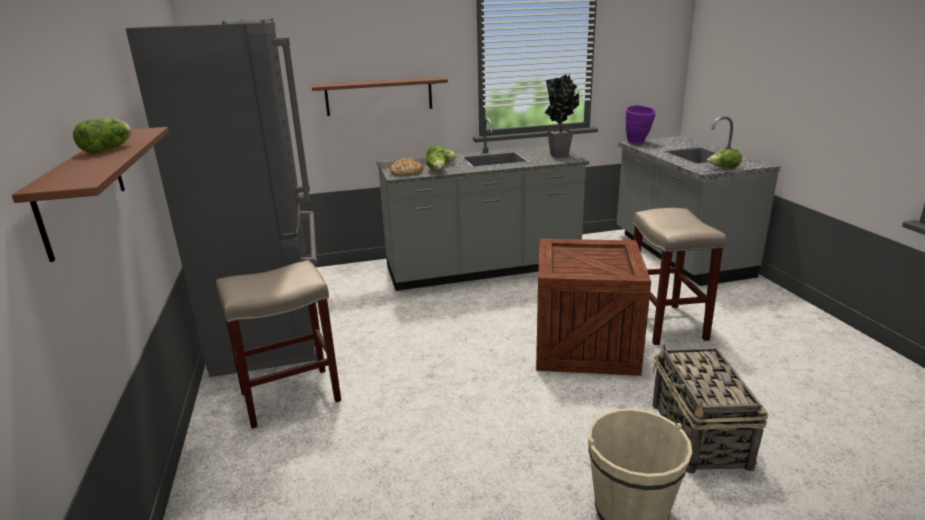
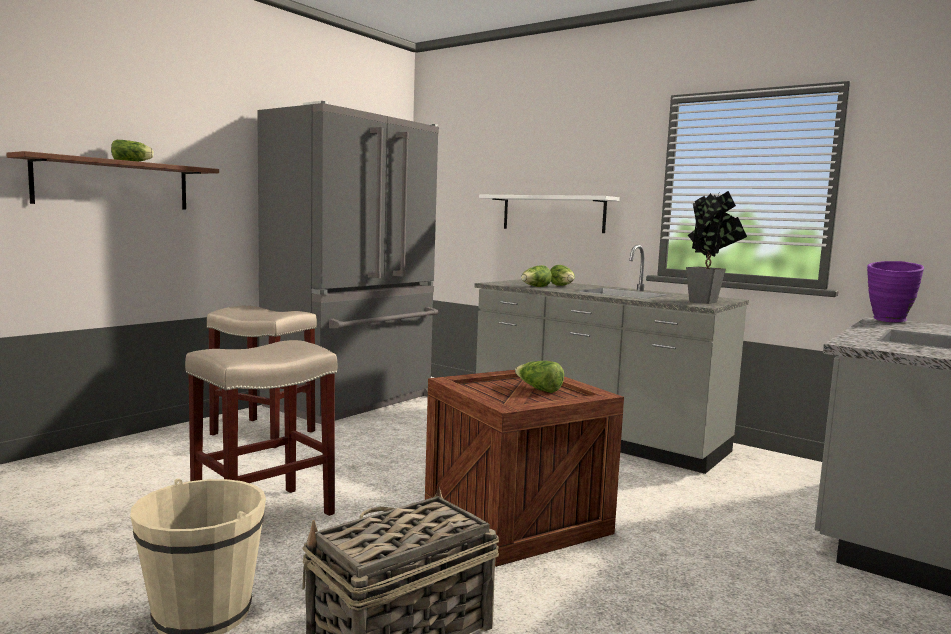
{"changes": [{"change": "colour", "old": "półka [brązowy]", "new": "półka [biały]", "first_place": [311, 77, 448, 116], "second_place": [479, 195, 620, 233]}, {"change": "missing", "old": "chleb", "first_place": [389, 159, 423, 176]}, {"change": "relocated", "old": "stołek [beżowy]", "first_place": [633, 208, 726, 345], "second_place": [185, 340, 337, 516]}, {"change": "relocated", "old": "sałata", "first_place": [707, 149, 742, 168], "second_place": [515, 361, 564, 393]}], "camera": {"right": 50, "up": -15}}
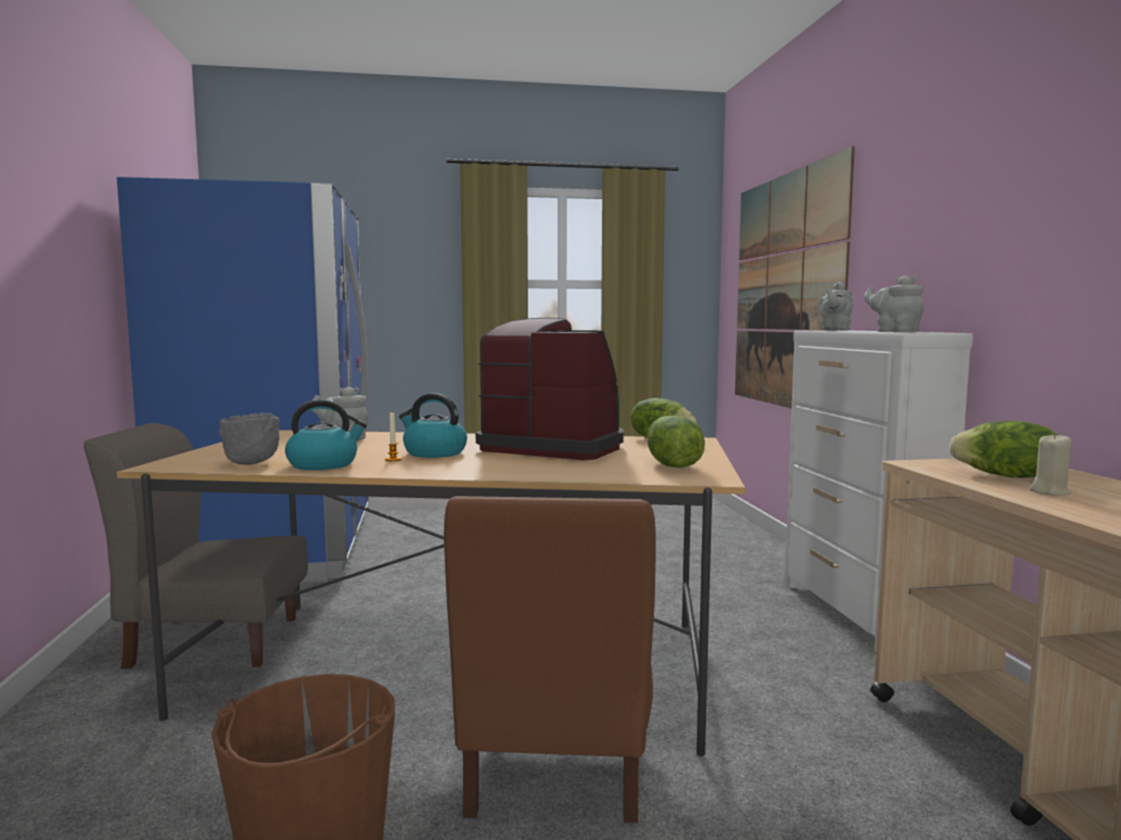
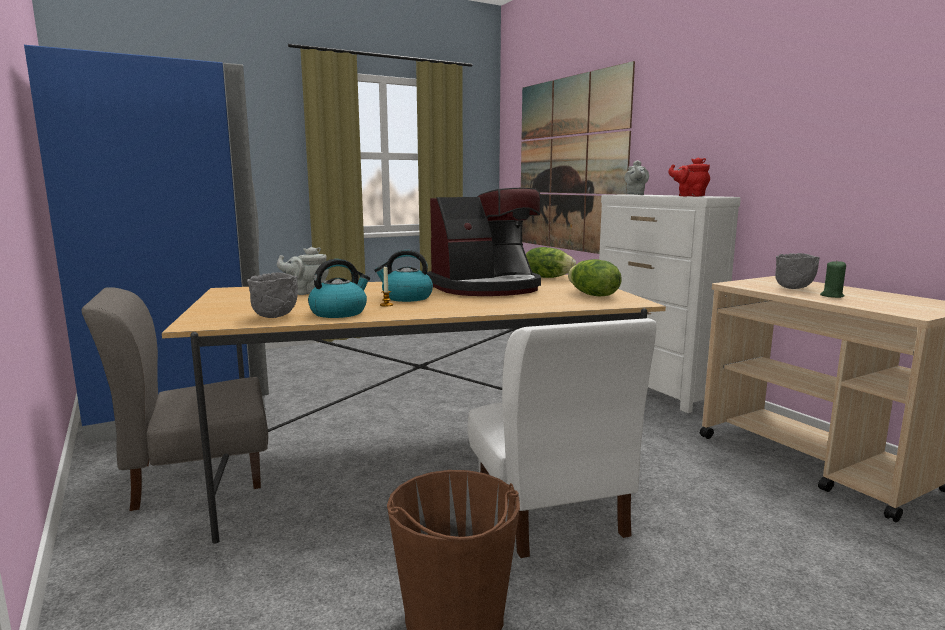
{"changes": [{"change": "colour", "old": "krzesło [brązowy]", "new": "krzesło [biały]", "first_place": [444, 496, 656, 823], "second_place": [467, 318, 656, 558]}, {"change": "spun", "old": "ekspres do kawy", "first_place": [476, 318, 624, 460], "second_place": [427, 188, 541, 296], "degrees": 150}, {"change": "colour", "old": "imbryk [szary]", "new": "imbryk [czerwony]", "first_place": [864, 275, 924, 332], "second_place": [668, 158, 710, 196]}, {"change": "exchanged", "old": "sałata", "new": "miska [szary]", "first_place": [949, 421, 1057, 478], "second_place": [775, 253, 820, 289]}, {"change": "colour", "old": "świeca [beżowy]", "new": "świeca [zielony]", "first_place": [1029, 433, 1072, 496], "second_place": [820, 260, 846, 298]}], "camera": {"right": -20, "up": 5}}
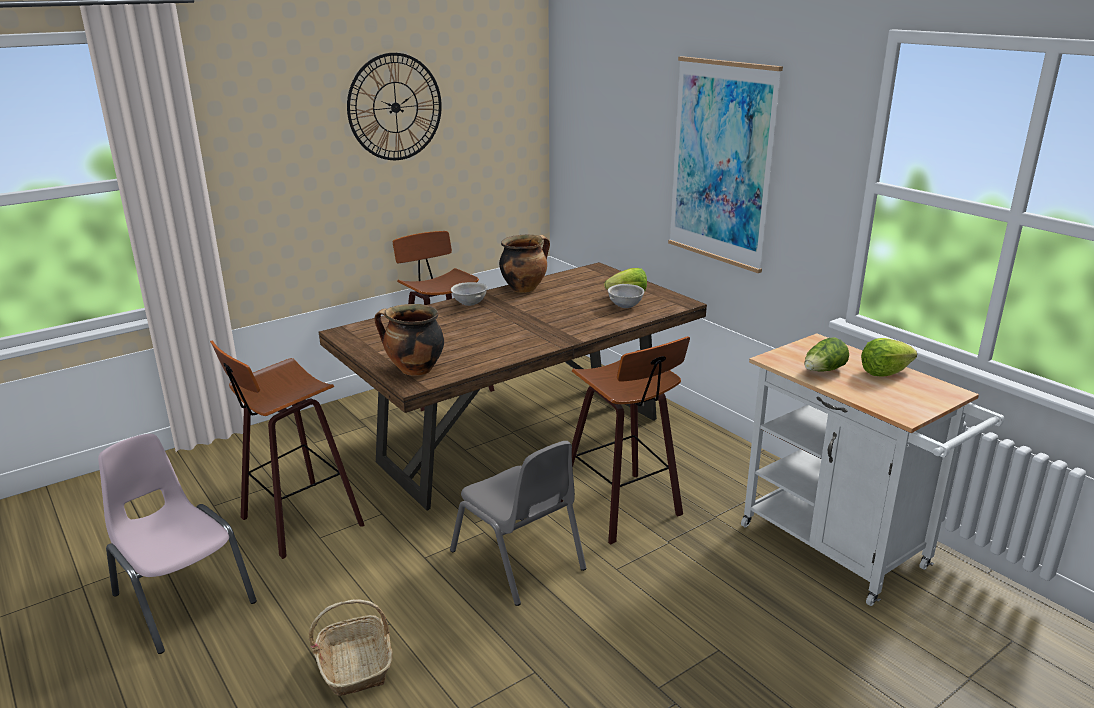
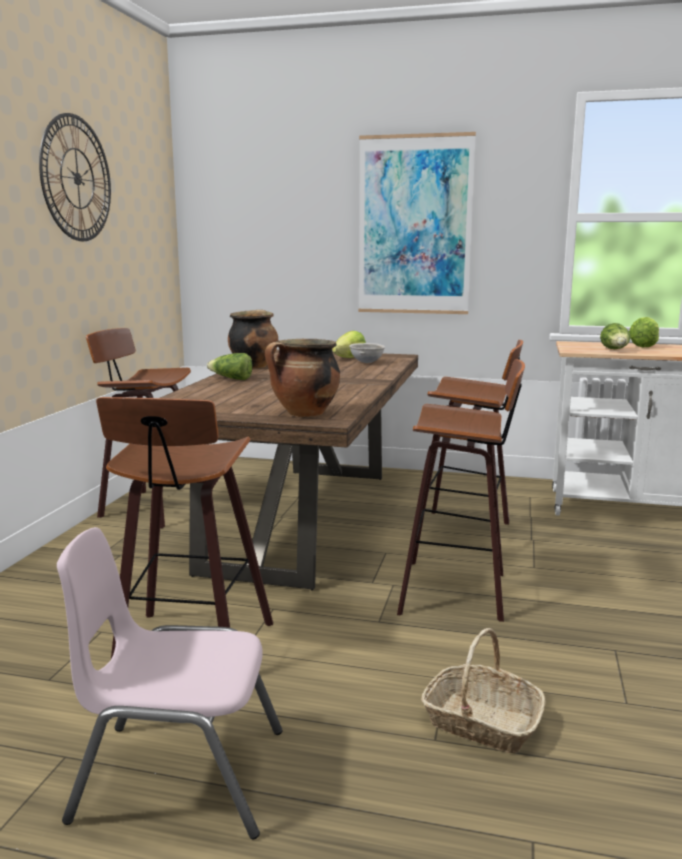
{"changes": [{"change": "exchanged", "old": "krzesło [szary]", "new": "stołek", "first_place": [450, 441, 586, 606], "second_place": [397, 359, 525, 622]}, {"change": "exchanged", "old": "miska [szary]", "new": "sałata", "first_place": [451, 282, 487, 306], "second_place": [207, 353, 252, 380]}], "camera": {"right": -40, "up": -10}}
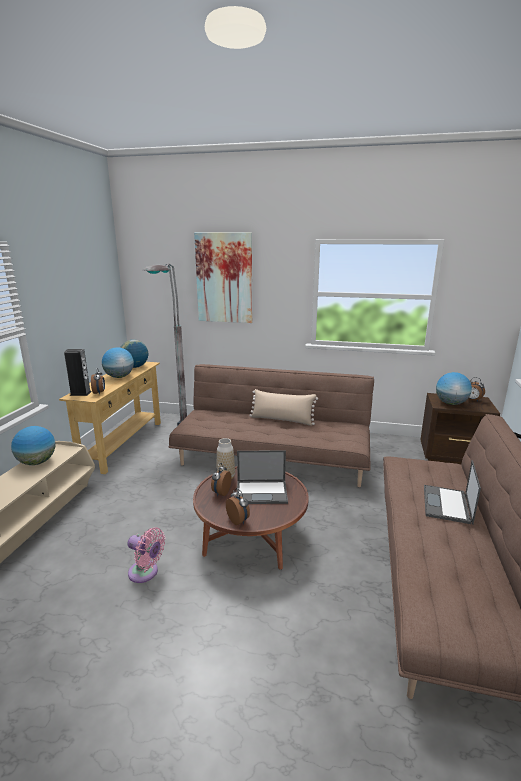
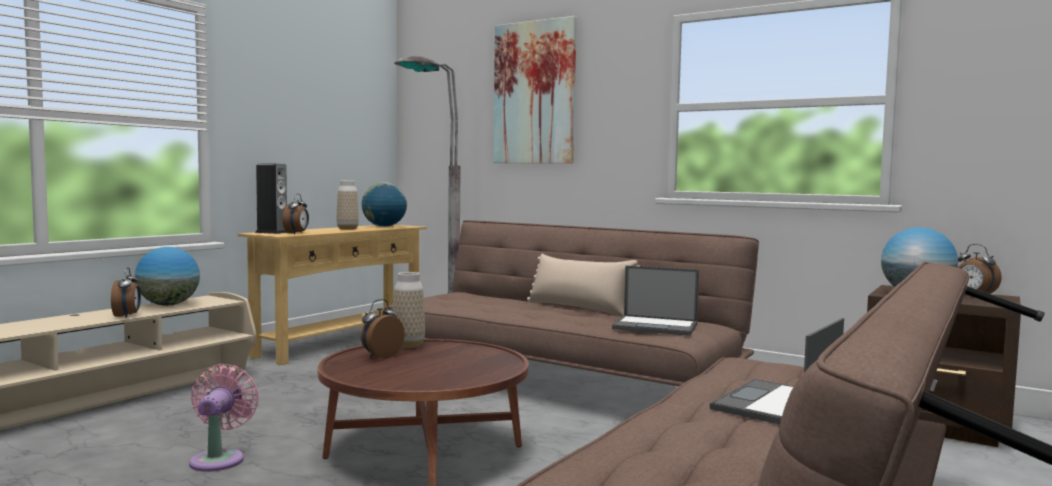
{"changes": [{"change": "exchanged", "old": "globus", "new": "wazon", "first_place": [102, 347, 134, 378], "second_place": [337, 181, 359, 230]}, {"change": "spun", "old": "wentylator [różowy]", "first_place": [127, 527, 165, 583], "second_place": [189, 364, 259, 472], "degrees": -135}, {"change": "relocated", "old": "budzik", "first_place": [226, 488, 250, 525], "second_place": [111, 267, 141, 318]}, {"change": "relocated", "old": "laptop", "first_place": [237, 450, 288, 504], "second_place": [612, 266, 699, 336]}], "camera": {"right": 20, "up": -15}}
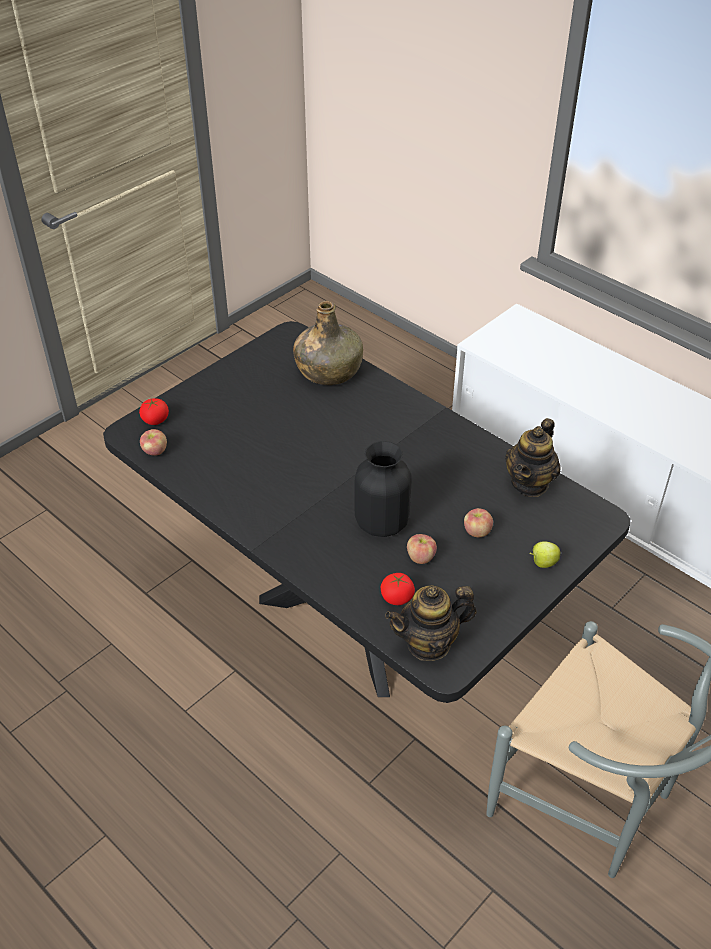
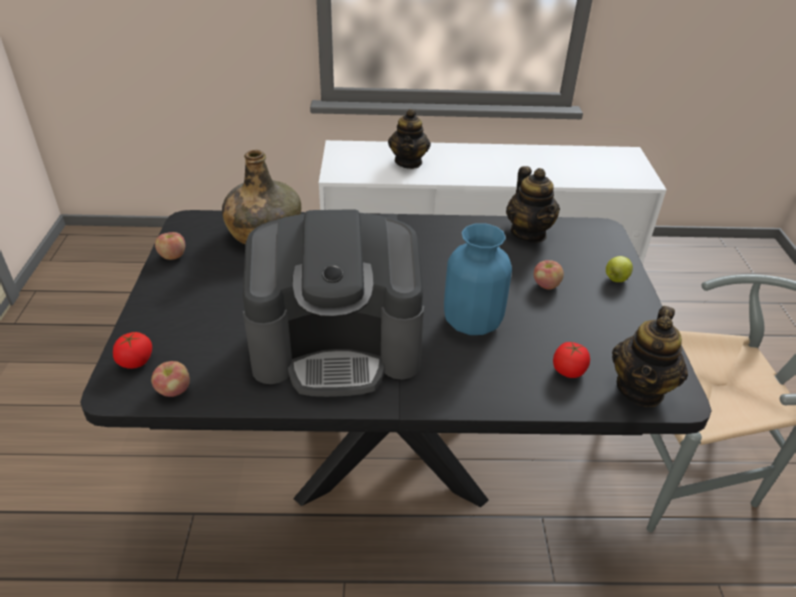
{"changes": [{"change": "colour", "old": "wazon [czarny]", "new": "wazon [niebieski]", "first_place": [354, 441, 412, 537], "second_place": [444, 223, 512, 335]}, {"change": "relocated", "old": "jabłko", "first_place": [407, 534, 437, 564], "second_place": [155, 232, 185, 260]}, {"change": "appeared", "new": "ekspres do kawy", "second_place": [243, 209, 424, 397]}, {"change": "appeared", "new": "imbryk", "second_place": [388, 109, 431, 169]}], "camera": {"right": -45, "up": -5}}
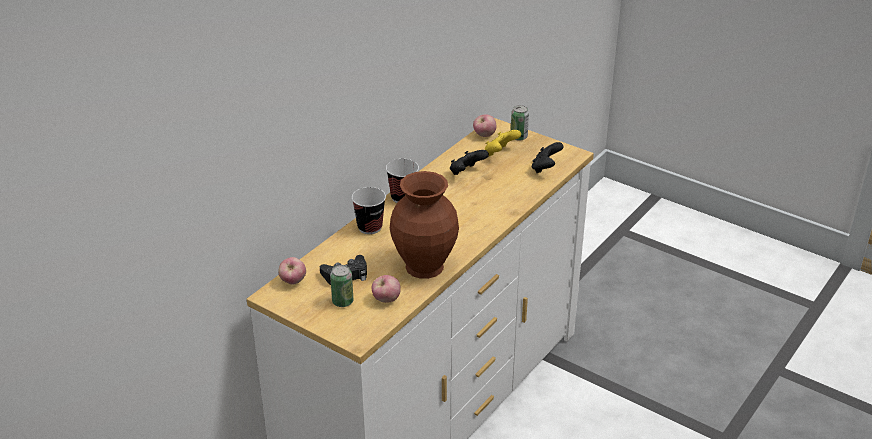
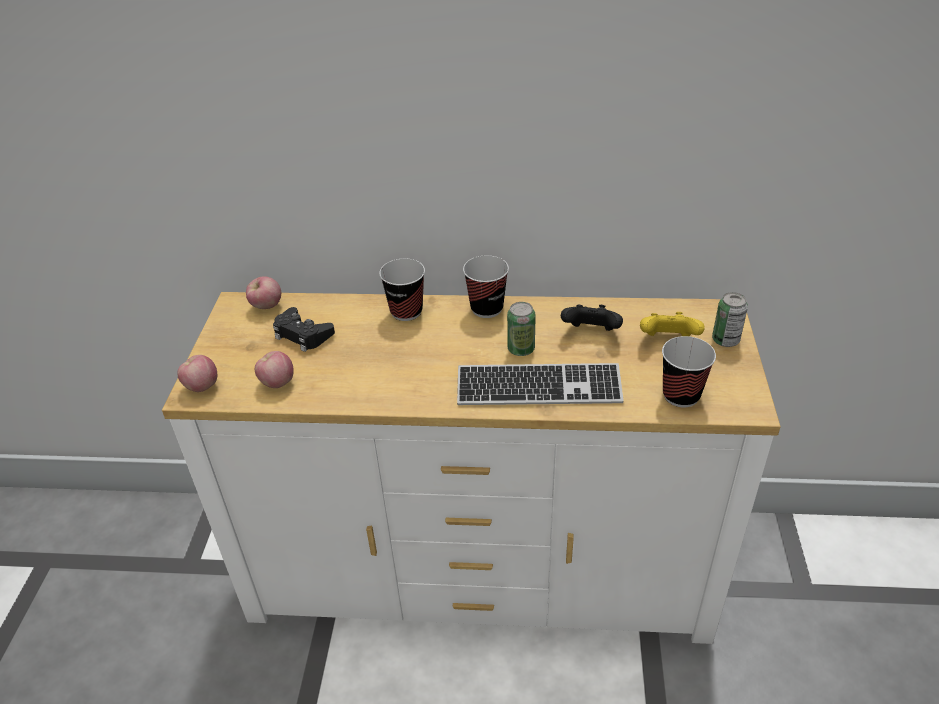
{"changes": [{"change": "relocated", "old": "puszka", "first_place": [330, 265, 353, 307], "second_place": [507, 302, 536, 356]}, {"change": "missing", "old": "wazon [brązowy]", "first_place": [390, 171, 459, 279]}, {"change": "relocated", "old": "jabłko", "first_place": [473, 114, 496, 137], "second_place": [178, 355, 217, 392]}, {"change": "exchanged", "old": "pad do gier [czarny]", "new": "filiżanka", "first_place": [532, 142, 564, 173], "second_place": [662, 336, 716, 408]}, {"change": "appeared", "new": "klawiatura", "second_place": [457, 363, 624, 405]}], "camera": {"right": 60, "up": 5}}
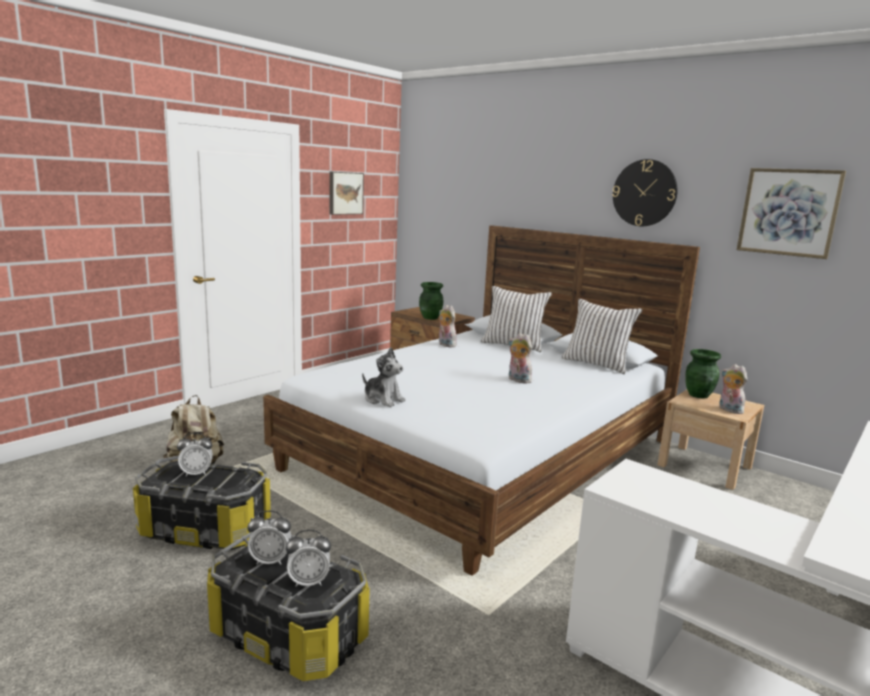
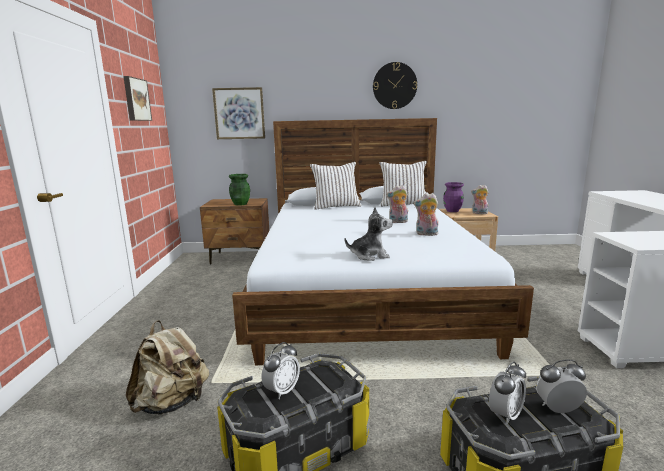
{"changes": [{"change": "spun", "old": "budzik", "first_place": [286, 530, 331, 587], "second_place": [536, 360, 587, 414], "degrees": -135}, {"change": "relocated", "old": "pluszak", "first_place": [439, 305, 458, 347], "second_place": [414, 193, 439, 236]}, {"change": "colour", "old": "wazon [zielony]", "new": "wazon [fioletowy]", "first_place": [685, 349, 721, 398], "second_place": [443, 182, 464, 212]}, {"change": "relocated", "old": "obraz", "first_place": [737, 168, 846, 259], "second_place": [212, 87, 265, 139]}], "camera": {"right": -40, "up": 0}}
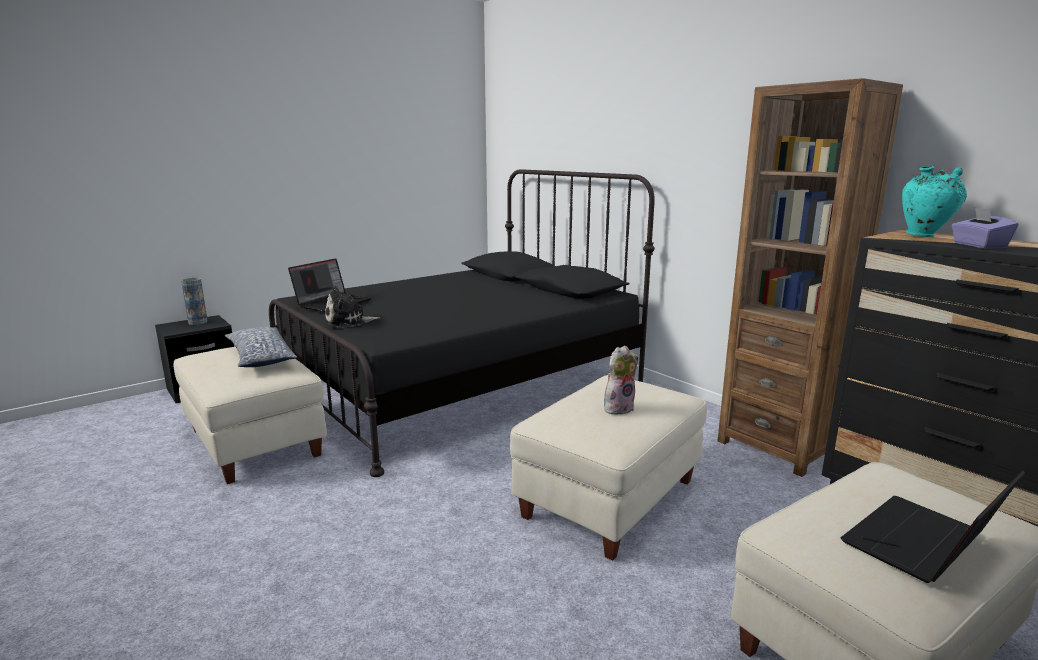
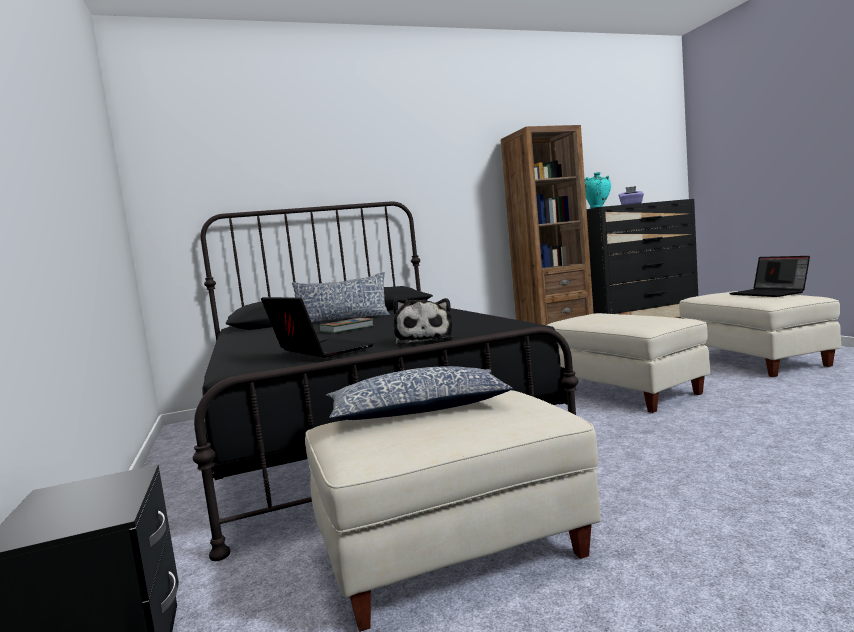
{"changes": [{"change": "missing", "old": "wazon", "first_place": [181, 278, 208, 325]}, {"change": "missing", "old": "pluszak", "first_place": [604, 346, 638, 414]}, {"change": "appeared", "new": "poduszka", "second_place": [292, 272, 390, 323]}, {"change": "appeared", "new": "książka", "second_place": [319, 318, 374, 333]}], "camera": {"right": -70, "up": -10}}
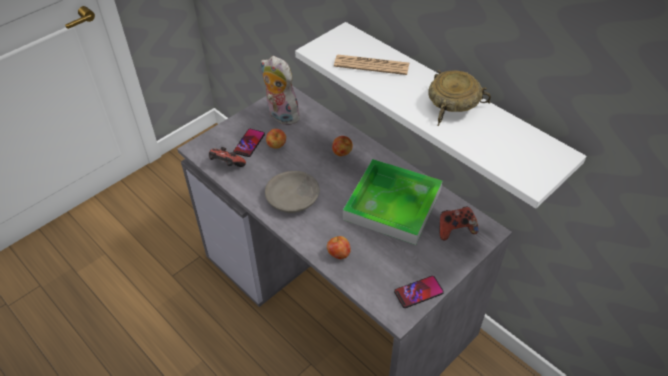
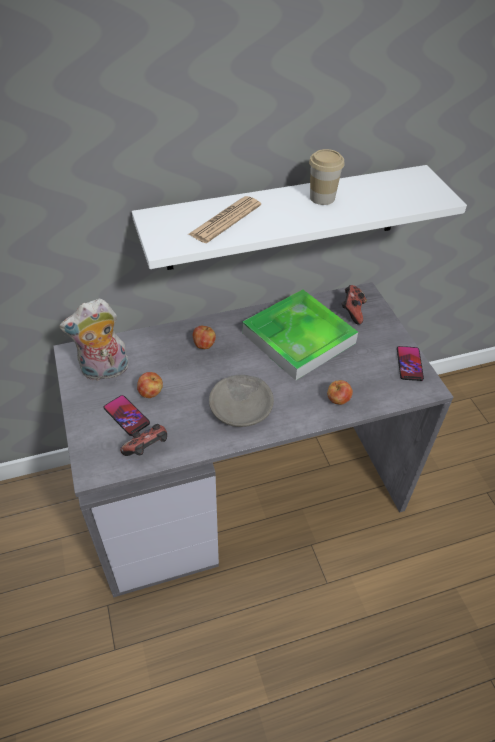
{"changes": [{"change": "exchanged", "old": "miska [beżowy]", "new": "filiżanka", "first_place": [428, 70, 491, 126], "second_place": [309, 149, 345, 205]}], "camera": {"right": -65, "up": 0}}
